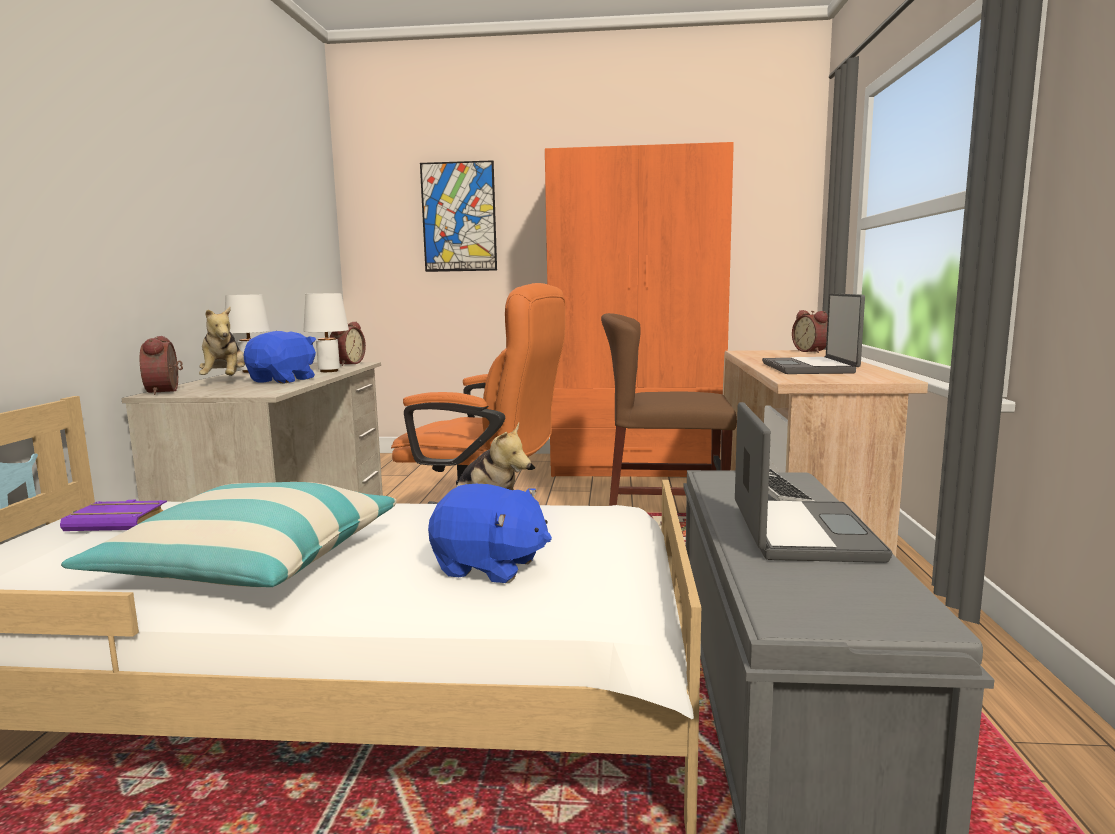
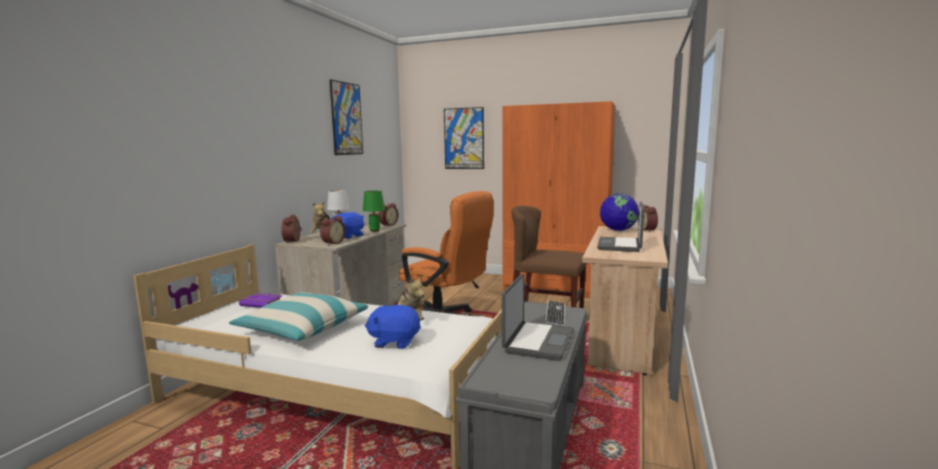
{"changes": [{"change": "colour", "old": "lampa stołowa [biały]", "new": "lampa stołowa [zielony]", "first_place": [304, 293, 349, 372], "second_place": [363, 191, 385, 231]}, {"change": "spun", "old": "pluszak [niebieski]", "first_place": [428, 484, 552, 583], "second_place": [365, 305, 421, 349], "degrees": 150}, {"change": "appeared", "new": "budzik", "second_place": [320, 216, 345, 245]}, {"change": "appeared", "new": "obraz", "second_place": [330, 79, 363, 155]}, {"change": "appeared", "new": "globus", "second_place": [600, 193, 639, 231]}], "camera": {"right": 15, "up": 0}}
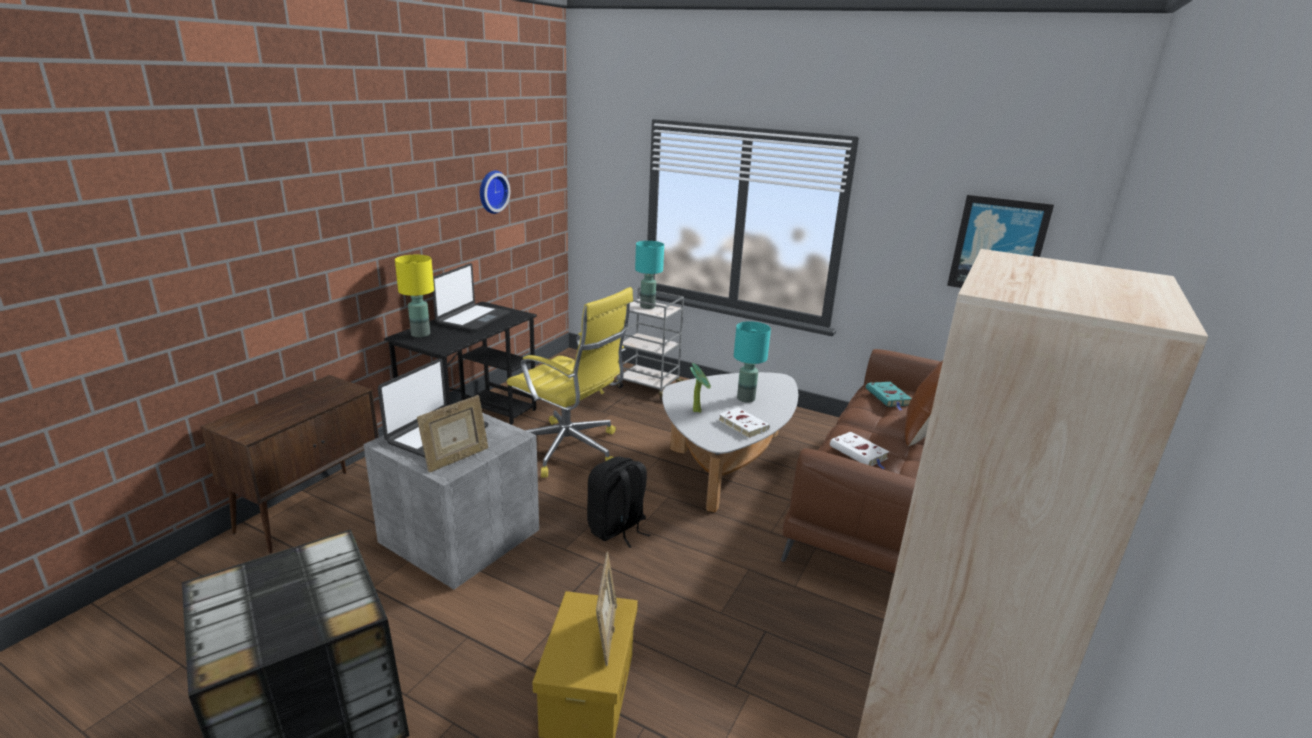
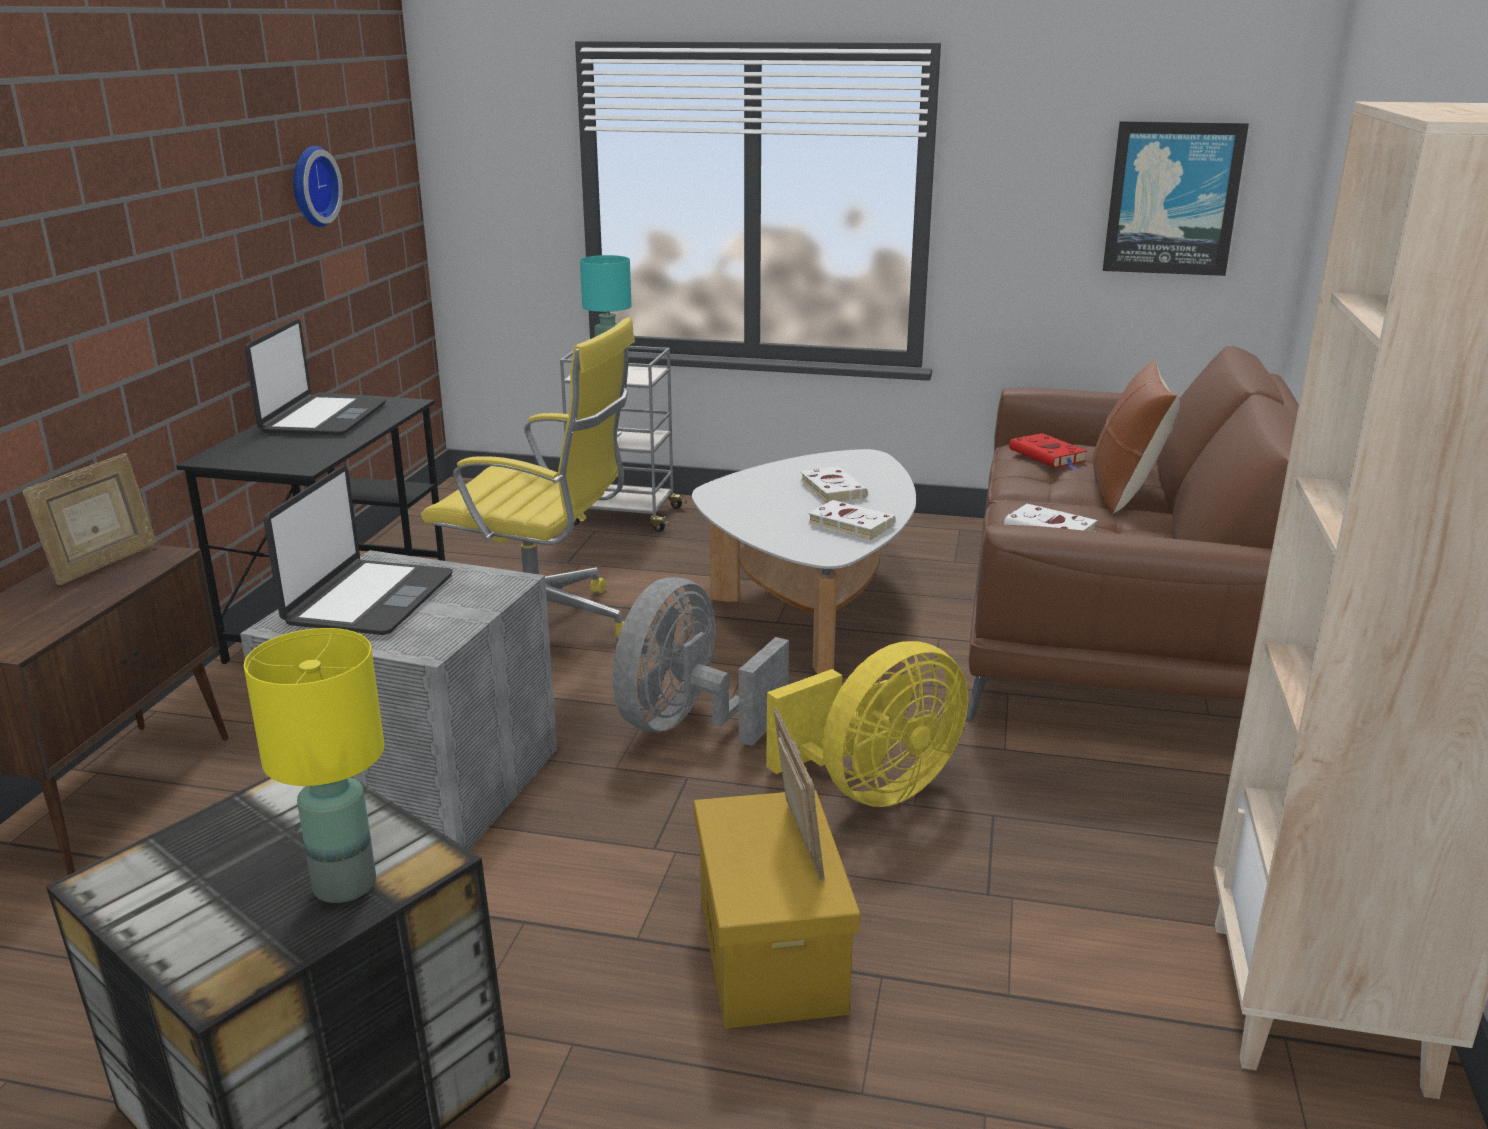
{"changes": [{"change": "relocated", "old": "lampa stołowa [żółty]", "first_place": [395, 255, 434, 337], "second_place": [244, 628, 384, 903]}, {"change": "relocated", "old": "ramka na zdjęcie", "first_place": [417, 395, 488, 472], "second_place": [23, 453, 156, 585]}, {"change": "exchanged", "old": "plecak [czarny]", "new": "wentylator [szary]", "first_place": [587, 457, 650, 548], "second_place": [612, 577, 789, 746]}, {"change": "missing", "old": "roślina doniczkowa", "first_place": [690, 363, 711, 412]}, {"change": "exchanged", "old": "lampa stołowa [turkusowy]", "new": "książka [biały]", "first_place": [734, 321, 771, 403], "second_place": [800, 467, 868, 504]}, {"change": "colour", "old": "książka [turkusowy]", "new": "książka [czerwony]", "first_place": [866, 382, 912, 410], "second_place": [1009, 433, 1087, 470]}, {"change": "appeared", "new": "wentylator [żółty]", "second_place": [766, 641, 968, 807]}], "camera": {"right": -15, "up": 0}}
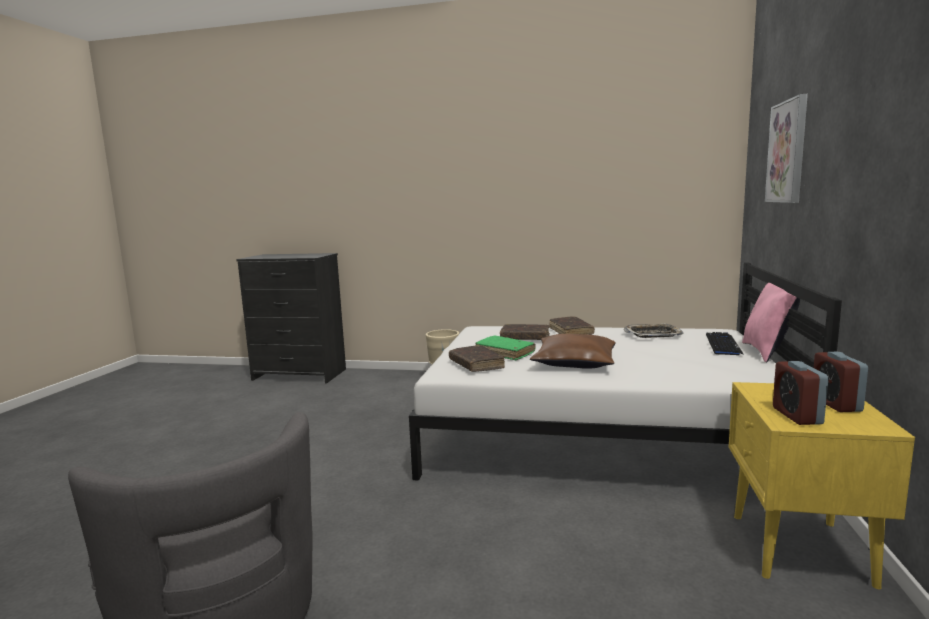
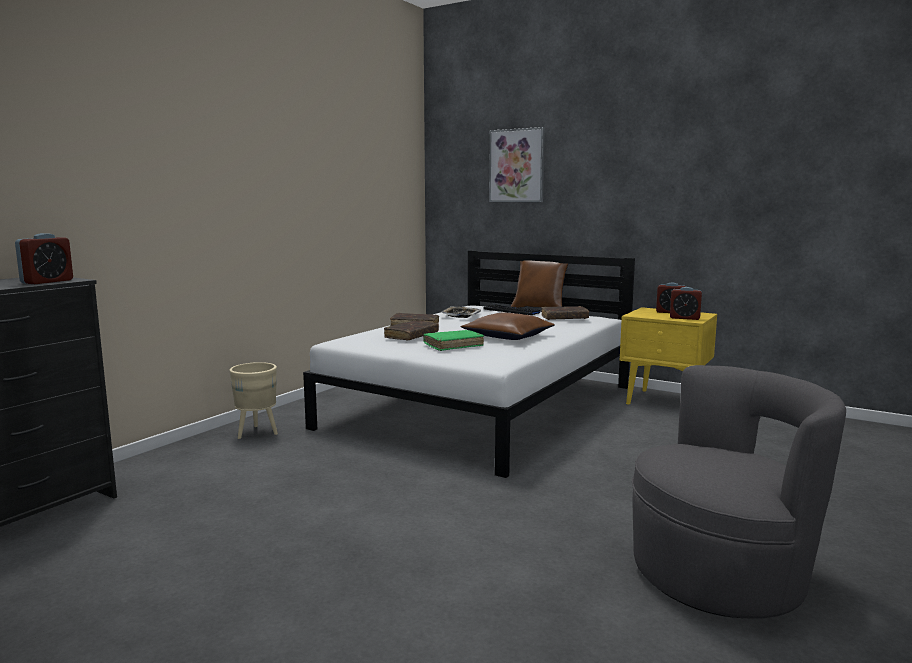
{"changes": [{"change": "relocated", "old": "książka [brązowy]", "first_place": [449, 345, 505, 372], "second_place": [541, 306, 589, 320]}, {"change": "colour", "old": "poduszka [różowy]", "new": "poduszka [brązowy]", "first_place": [742, 283, 800, 362], "second_place": [511, 260, 568, 308]}, {"change": "appeared", "new": "budzik", "second_place": [15, 233, 73, 284]}], "camera": {"right": -70, "up": 0}}
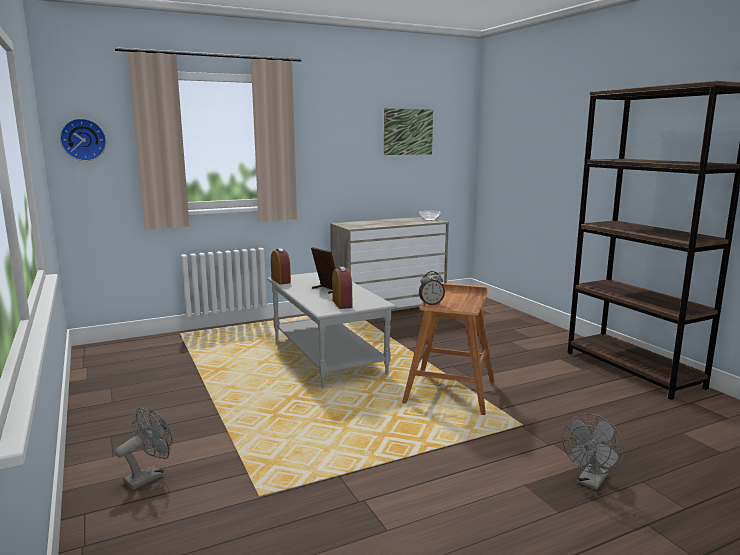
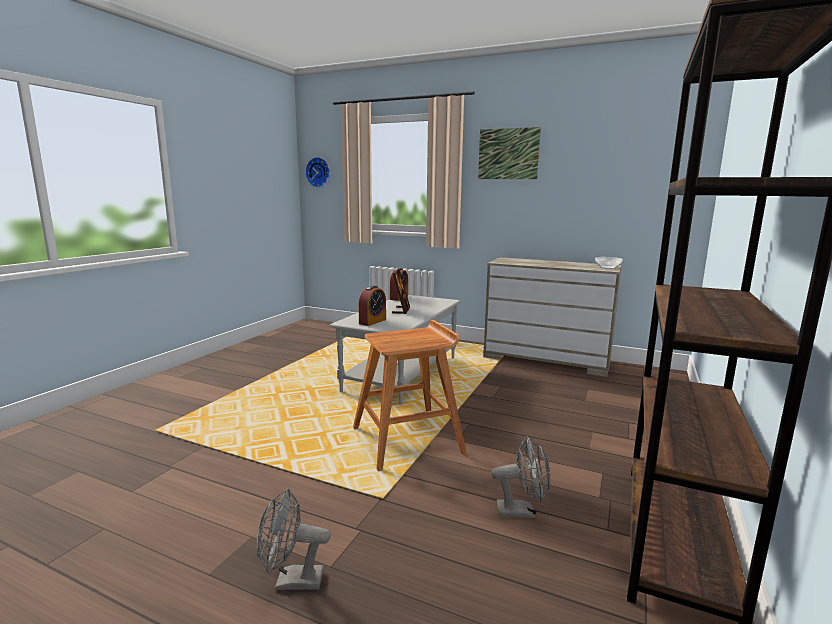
{"changes": [{"change": "relocated", "old": "wentylator [szary]", "first_place": [115, 407, 172, 490], "second_place": [491, 436, 550, 518]}, {"change": "relocated", "old": "obraz", "first_place": [384, 108, 433, 155], "second_place": [478, 127, 541, 179]}, {"change": "missing", "old": "budzik", "first_place": [419, 271, 445, 305]}], "camera": {"right": 50, "up": 0}}
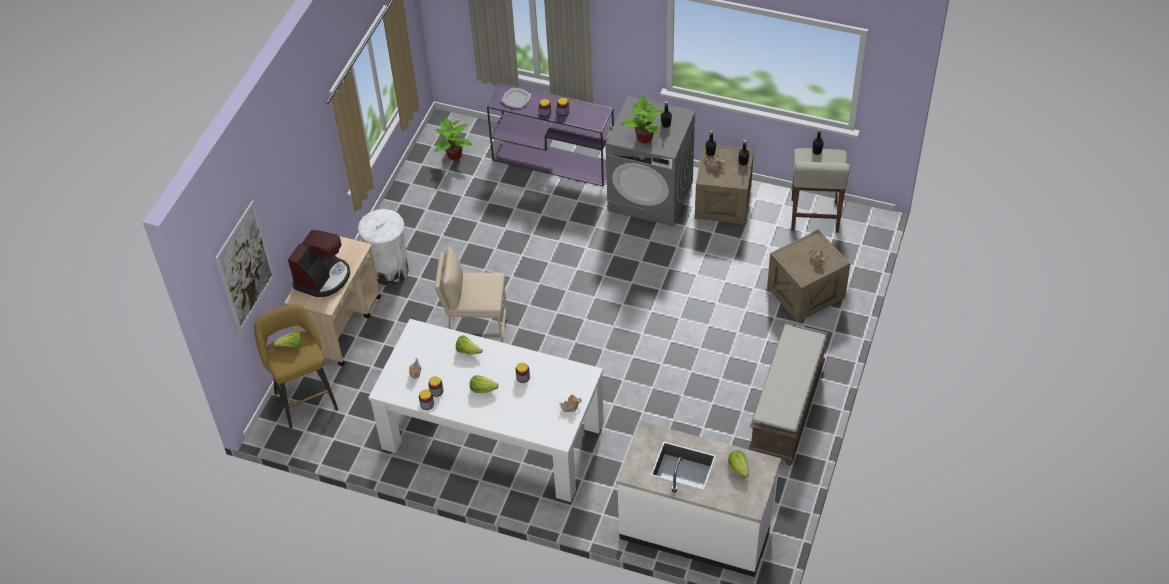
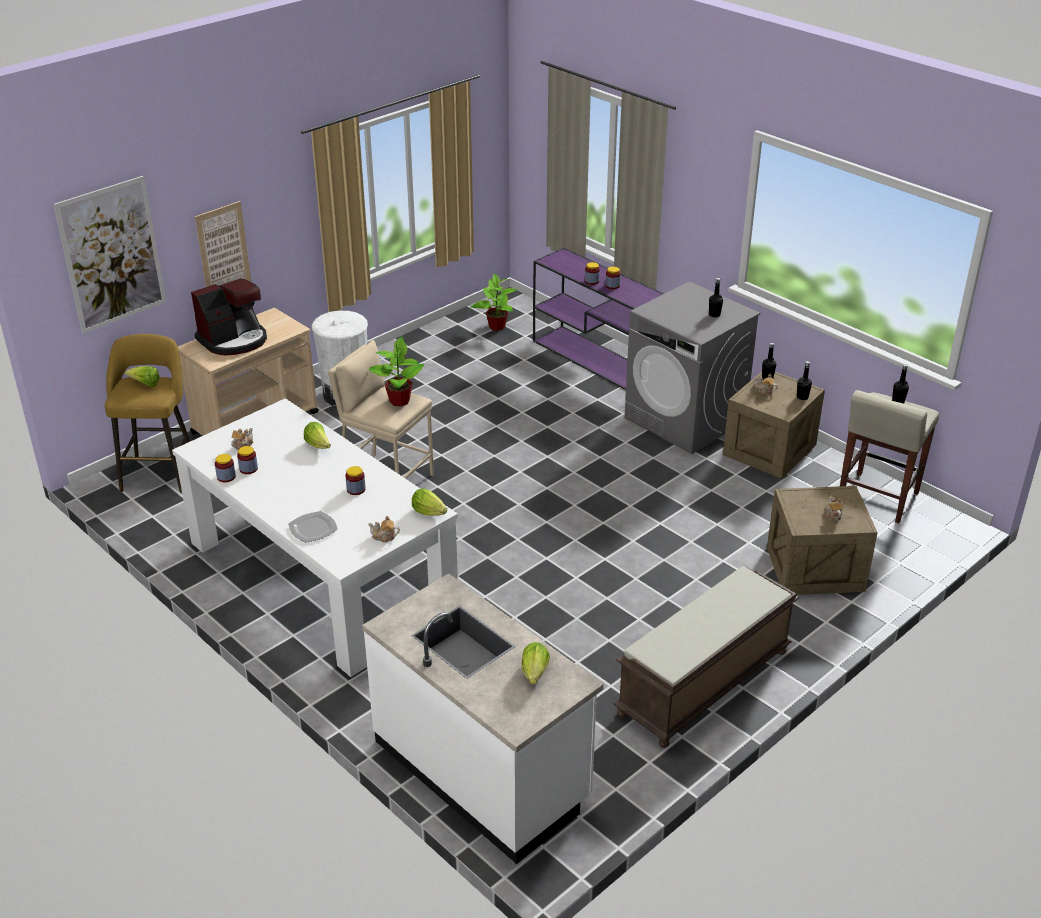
{"changes": [{"change": "relocated", "old": "sałata", "first_place": [470, 375, 498, 393], "second_place": [412, 488, 447, 516]}, {"change": "relocated", "old": "talerz", "first_place": [501, 88, 531, 108], "second_place": [288, 511, 338, 543]}, {"change": "relocated", "old": "roślina doniczkowa", "first_place": [620, 95, 664, 144], "second_place": [368, 337, 425, 406]}, {"change": "appeared", "new": "obraz", "second_place": [195, 201, 251, 287]}], "camera": {"right": 25, "up": -15}}
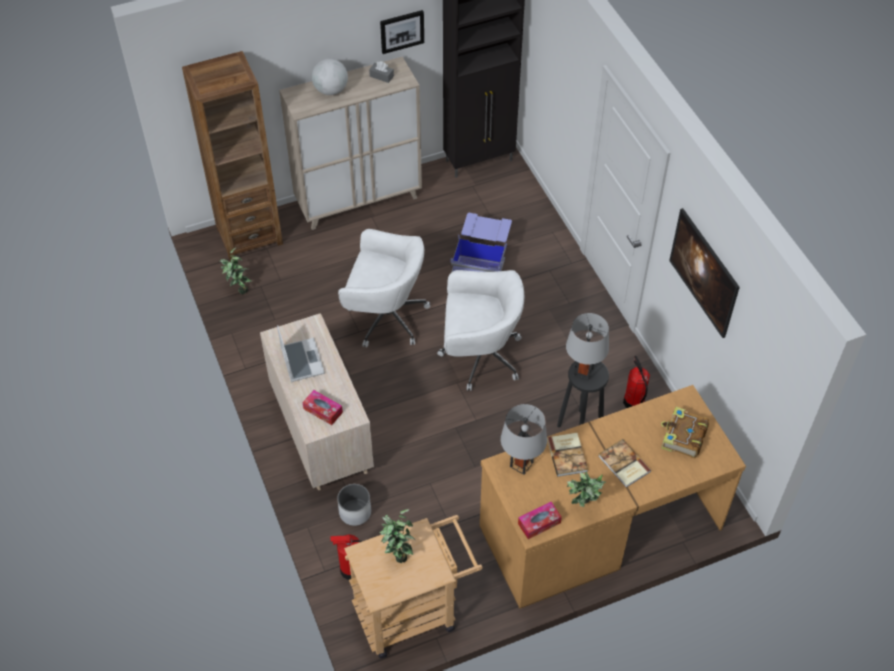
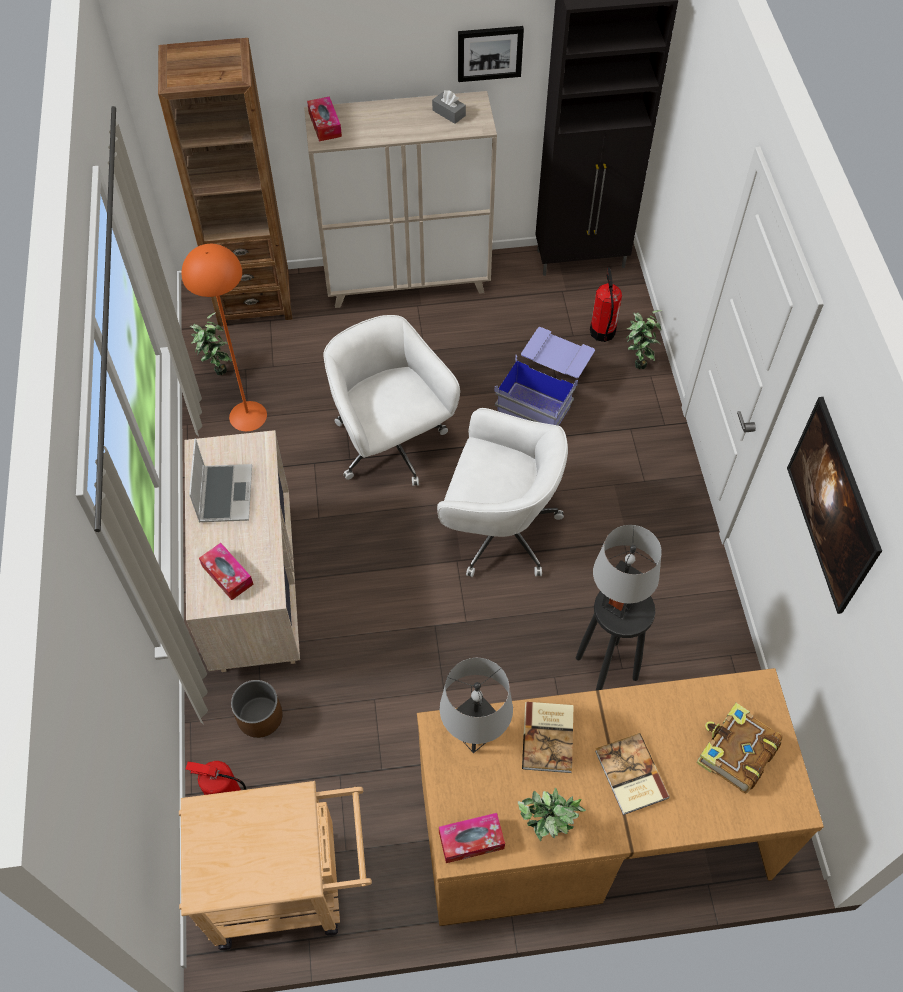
{"changes": [{"change": "missing", "old": "globus", "first_place": [312, 58, 348, 95]}, {"change": "colour", "old": "donica [biały]", "new": "donica [brązowy]", "first_place": [337, 484, 371, 526], "second_place": [231, 680, 282, 738]}, {"change": "spun", "old": "krzesło biurowe [biały]", "first_place": [338, 229, 430, 347], "second_place": [323, 315, 460, 486], "degrees": -150}, {"change": "relocated", "old": "roślina doniczkowa", "first_place": [379, 509, 415, 563], "second_place": [626, 310, 663, 369]}, {"change": "relocated", "old": "gaśnica", "first_place": [623, 356, 650, 408], "second_place": [590, 267, 622, 342]}, {"change": "appeared", "new": "lampa stojąca [pomarańczowy]", "second_place": [182, 244, 267, 431]}, {"change": "appeared", "new": "pudełko chusteczek", "second_place": [307, 96, 342, 141]}], "camera": {"right": 15, "up": 5}}
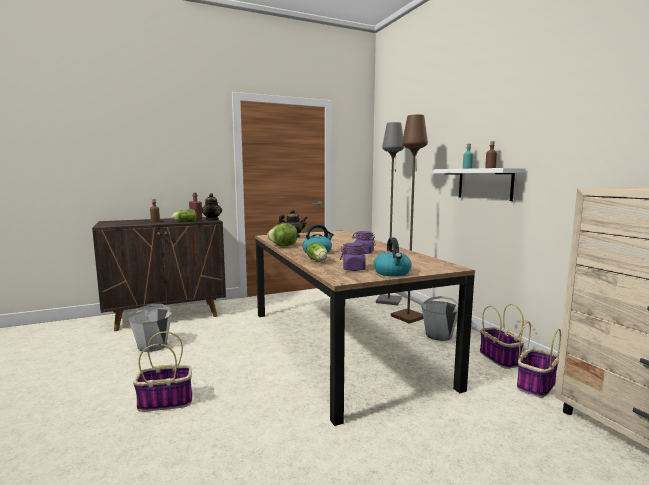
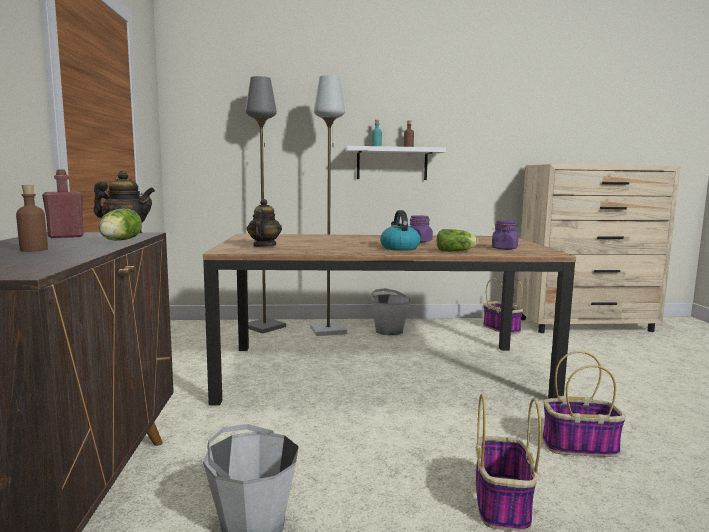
{"changes": [{"change": "missing", "old": "sałata", "first_place": [267, 223, 298, 247]}, {"change": "missing", "old": "czajnik", "first_place": [373, 237, 412, 276]}, {"change": "colour", "old": "lampa stojąca [brązowy]", "new": "lampa stojąca [szary]", "first_place": [391, 114, 428, 324], "second_place": [310, 75, 347, 336]}, {"change": "relocated", "old": "koszyk", "first_place": [480, 304, 524, 369], "second_place": [542, 351, 626, 457]}], "camera": {"right": -70, "up": 0}}
